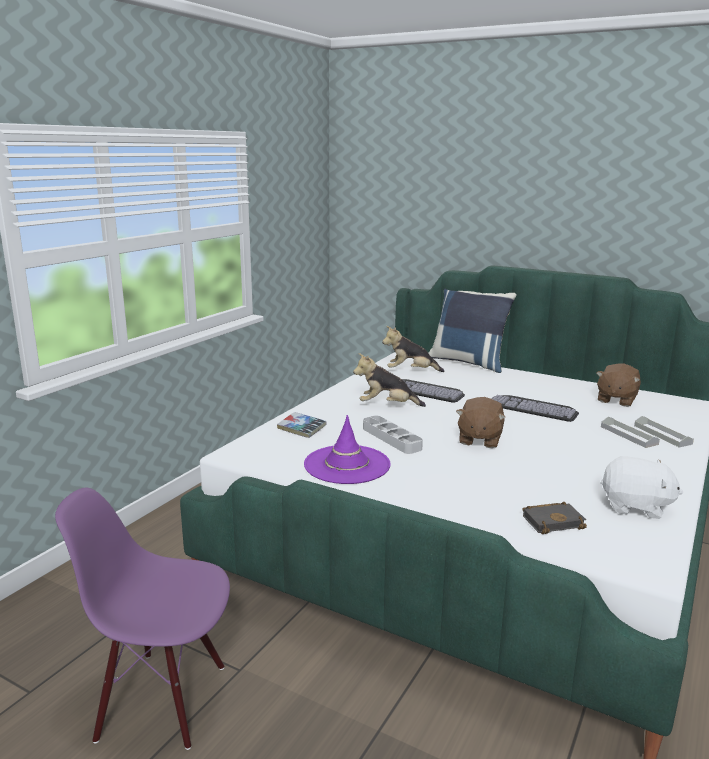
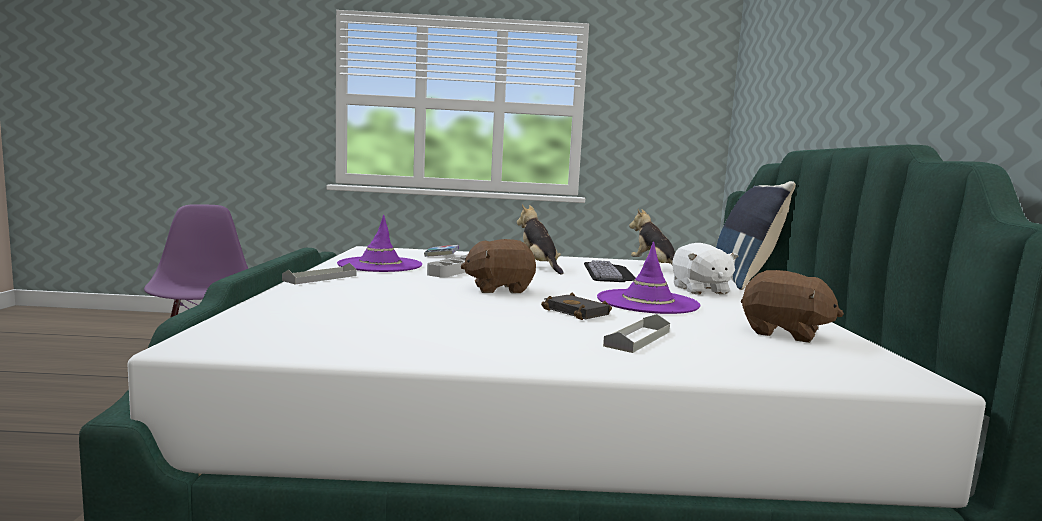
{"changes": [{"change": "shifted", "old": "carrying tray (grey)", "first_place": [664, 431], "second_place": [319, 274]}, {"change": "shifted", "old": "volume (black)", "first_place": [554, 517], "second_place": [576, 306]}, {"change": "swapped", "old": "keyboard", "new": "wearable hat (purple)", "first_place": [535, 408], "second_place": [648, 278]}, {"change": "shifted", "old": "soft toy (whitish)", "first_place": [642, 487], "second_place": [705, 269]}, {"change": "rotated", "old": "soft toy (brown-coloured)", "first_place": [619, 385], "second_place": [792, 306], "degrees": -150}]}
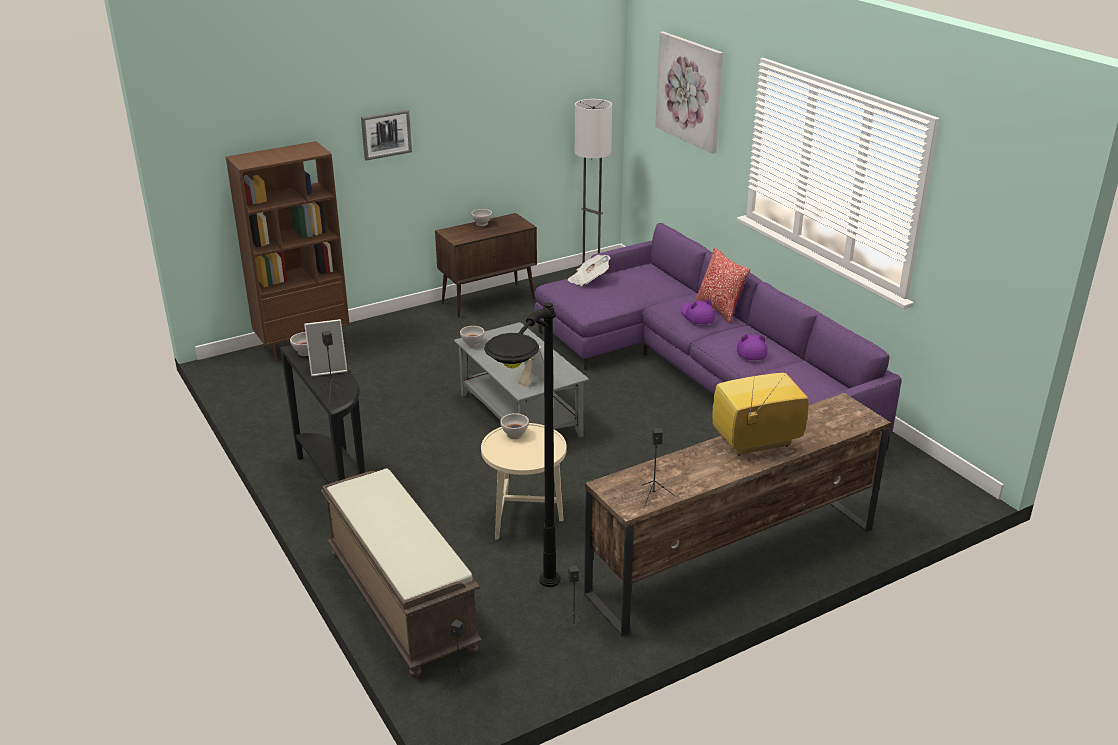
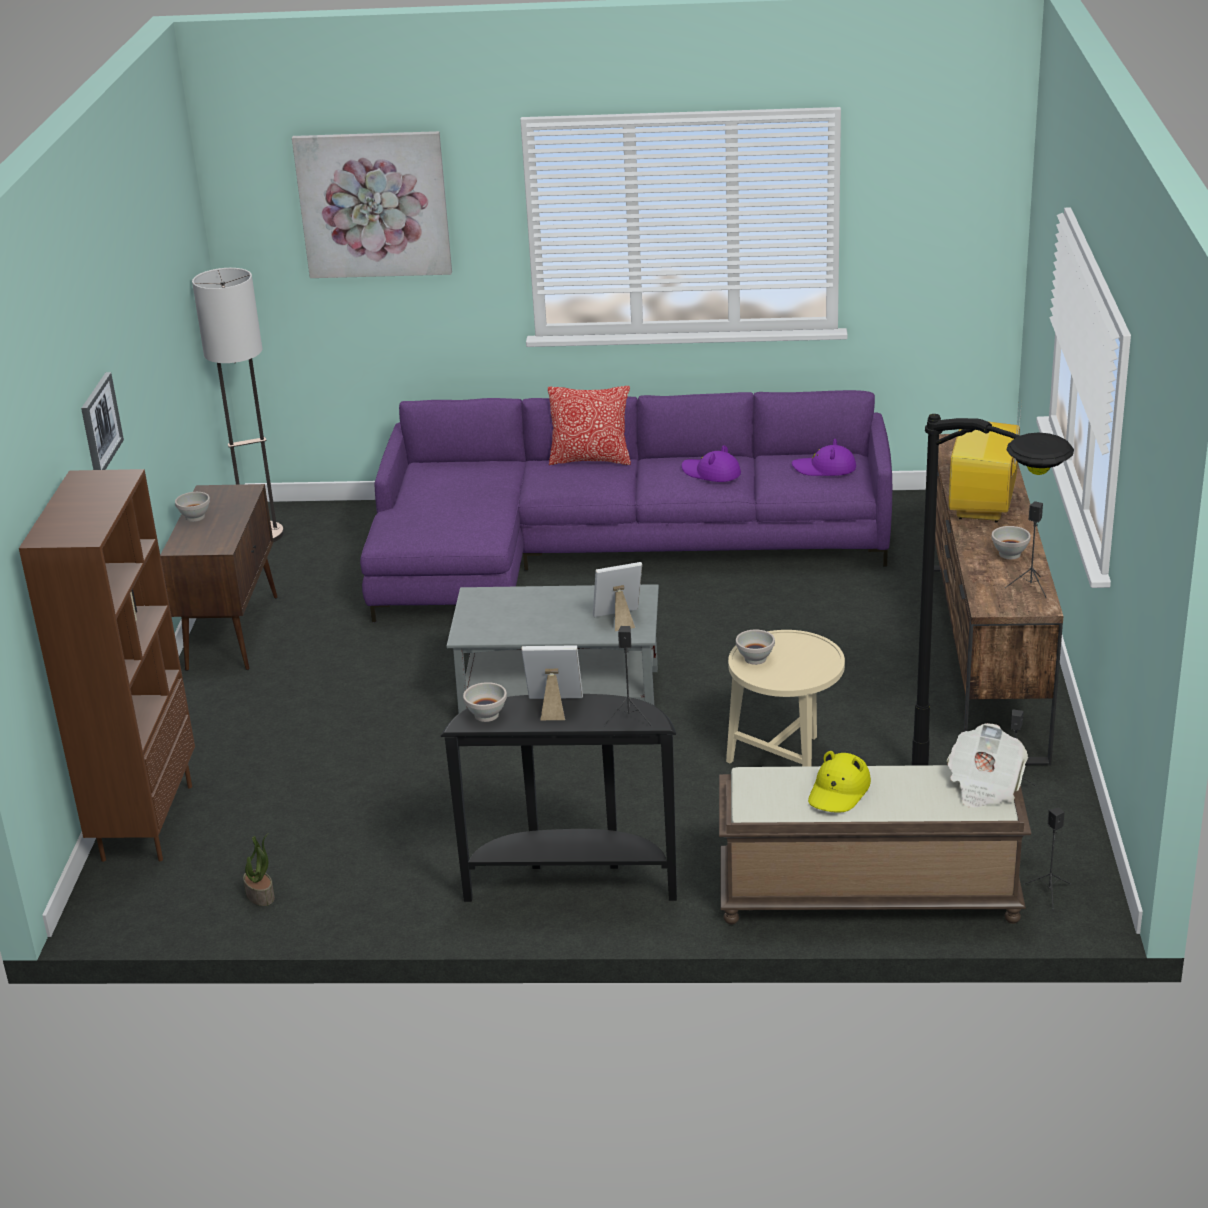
{"changes": [{"change": "new", "new": "plant in a pot", "second_place": [259, 869]}, {"change": "rotated", "old": "standing frame", "first_place": [325, 347], "second_place": [552, 682], "degrees": -105}, {"change": "shifted", "old": "wearable hat (purple)", "first_place": [698, 311], "second_place": [824, 457]}, {"change": "new", "new": "wearable hat (yellowish)", "second_place": [839, 782]}, {"change": "shifted", "old": "printed paper", "first_place": [589, 270], "second_place": [987, 765]}, {"change": "shifted", "old": "bowl (whitish)", "first_place": [472, 336], "second_place": [1011, 542]}]}
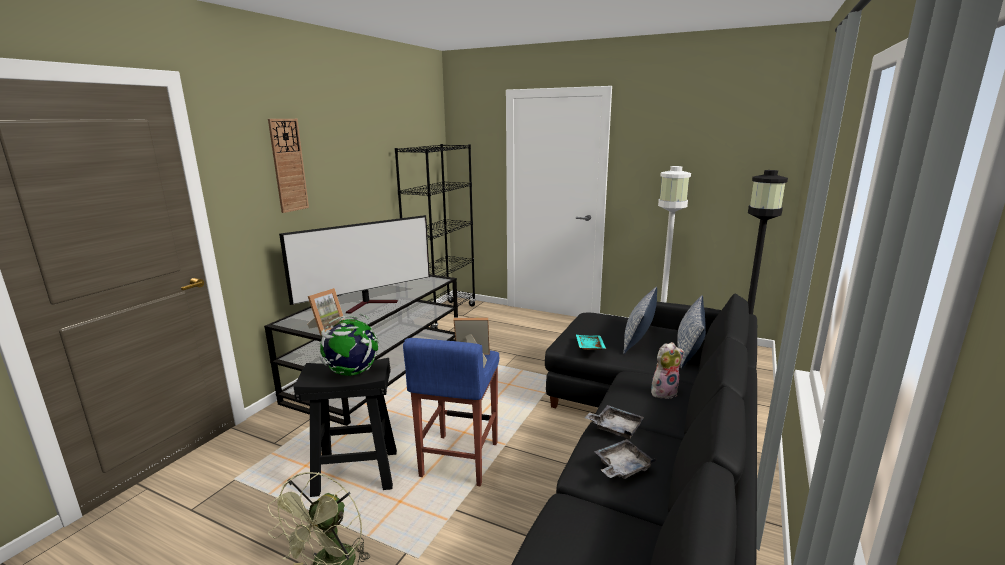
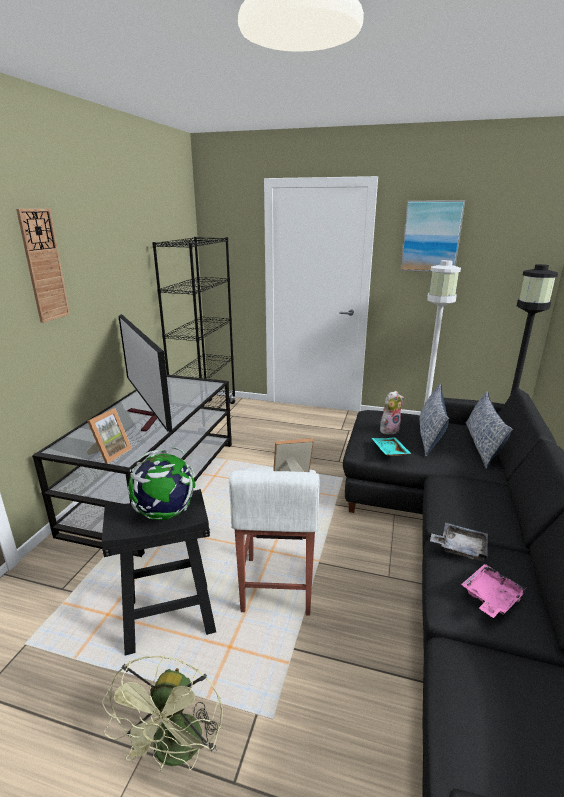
{"changes": [{"change": "rotated", "old": "TV set", "first_place": [354, 264], "second_place": [145, 373], "degrees": 105}, {"change": "repainted", "old": "sitting stool (blue-coloured)", "new": "sitting stool (whitish)", "first_place": [451, 412], "second_place": [274, 541]}, {"change": "shifted", "old": "soft toy", "first_place": [667, 370], "second_place": [392, 413]}, {"change": "new", "new": "picture", "second_place": [432, 236]}, {"change": "repainted", "old": "carrying tray (grey)", "new": "carrying tray (pink-coloured)", "first_place": [625, 459], "second_place": [494, 591]}]}
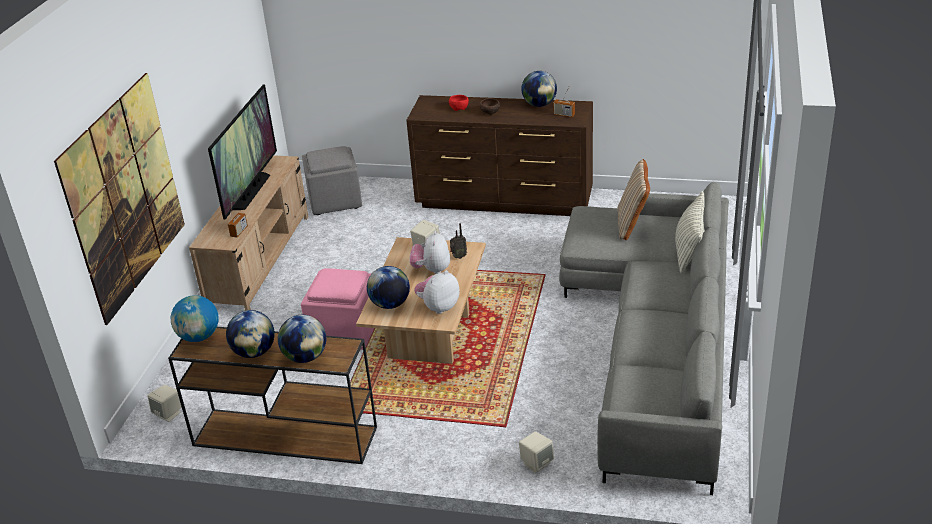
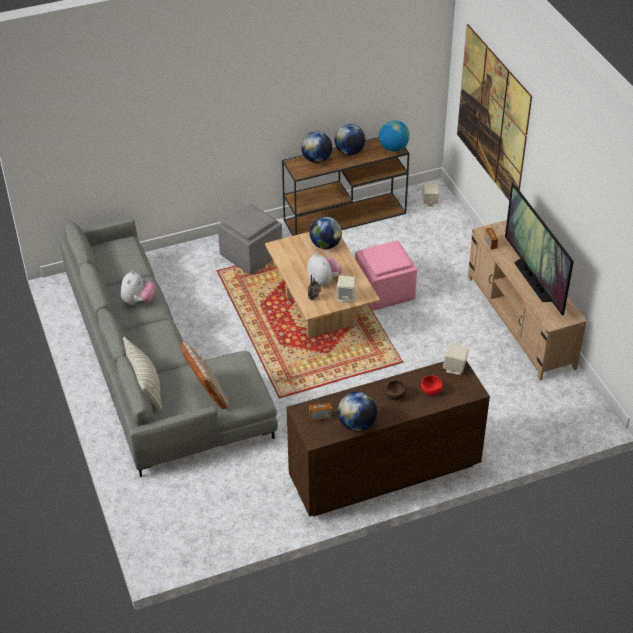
{"changes": [{"change": "shifted", "old": "soft toy", "first_place": [437, 292], "second_place": [138, 287]}, {"change": "shifted", "old": "pouffe (grey)", "first_place": [332, 180], "second_place": [250, 239]}, {"change": "shifted", "old": "audio speaker (beige-coloured)", "first_place": [536, 452], "second_place": [456, 359]}]}
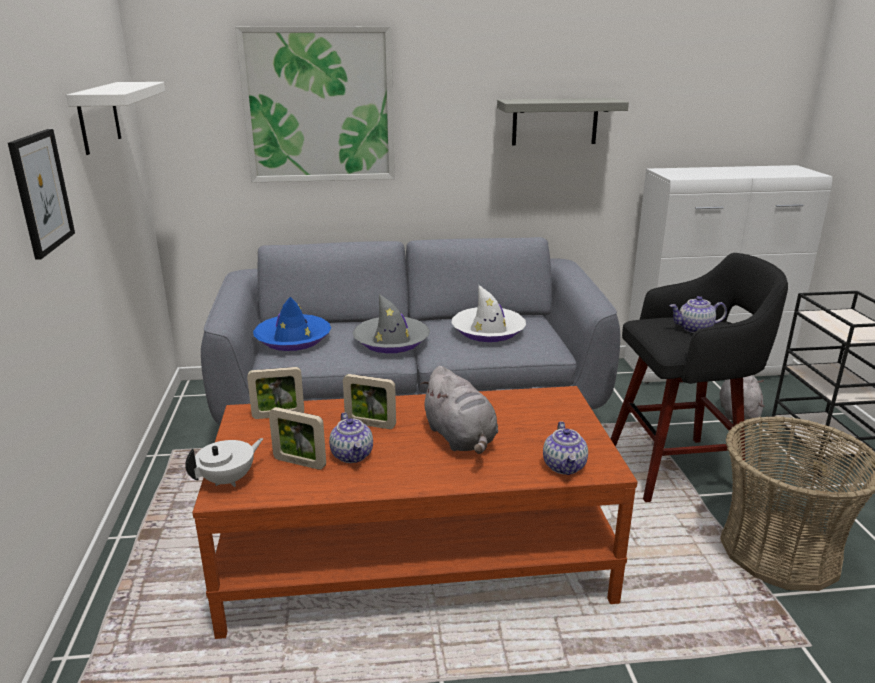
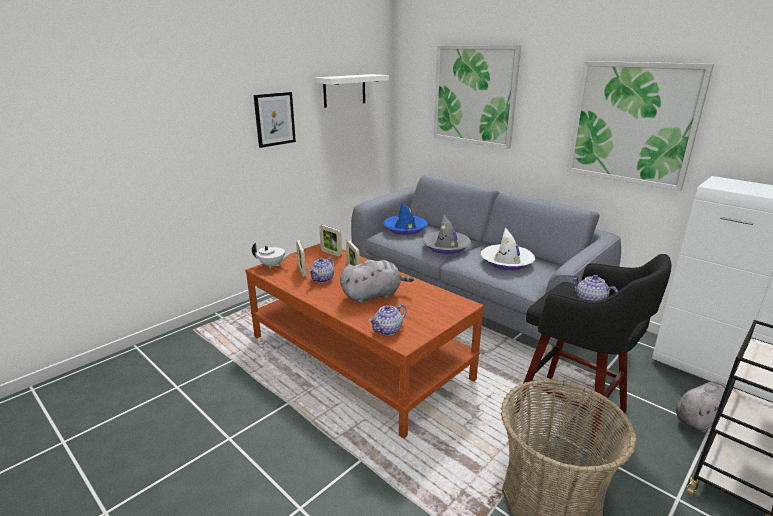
{"changes": [{"change": "rotated", "old": "soft toy (grey)", "first_place": [459, 410], "second_place": [377, 282], "degrees": -135}, {"change": "swapped", "old": "wall shelf (grey)", "new": "picture", "first_place": [563, 122], "second_place": [640, 126]}]}
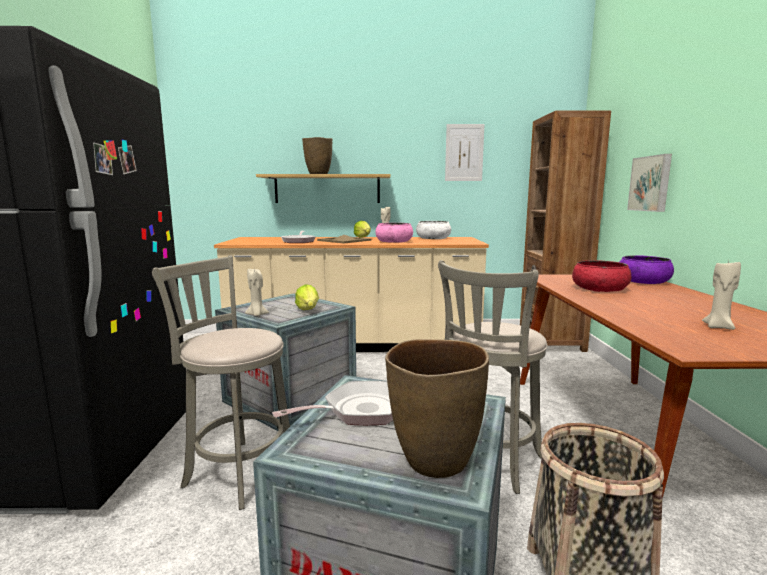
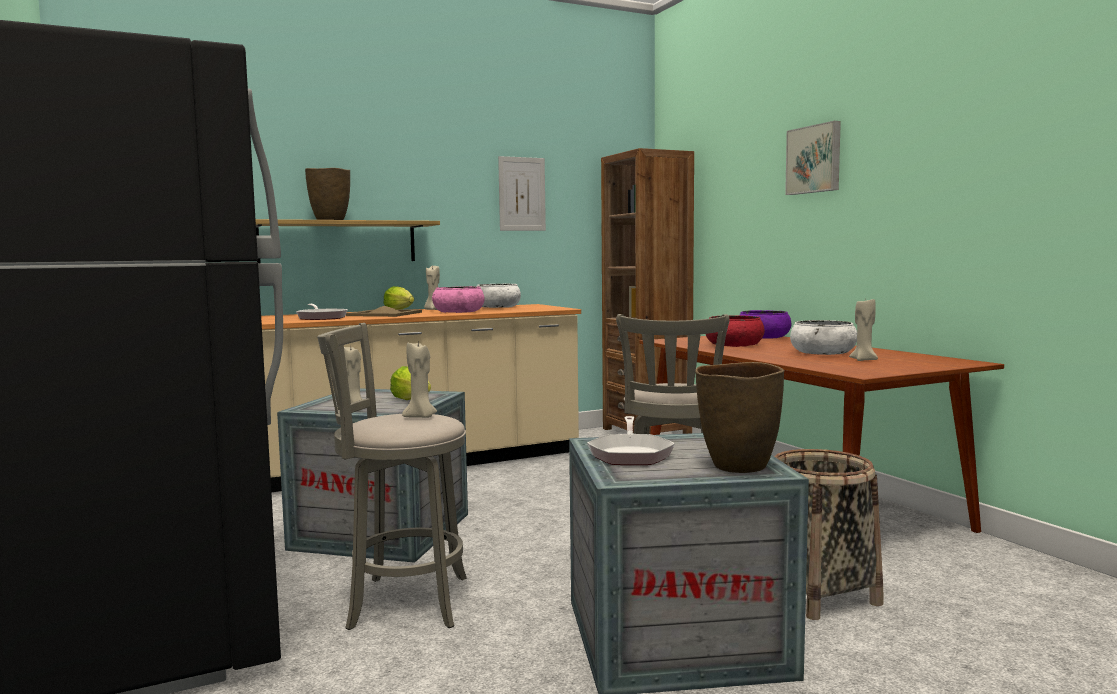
{"changes": [{"change": "new", "new": "wax candle (beige-coloured)", "second_place": [419, 380]}, {"change": "rotated", "old": "skillet", "first_place": [332, 403], "second_place": [631, 440], "degrees": 150}, {"change": "shifted", "old": "picture", "first_place": [649, 183], "second_place": [813, 158]}, {"change": "new", "new": "bowl (whitish)", "second_place": [823, 337]}]}
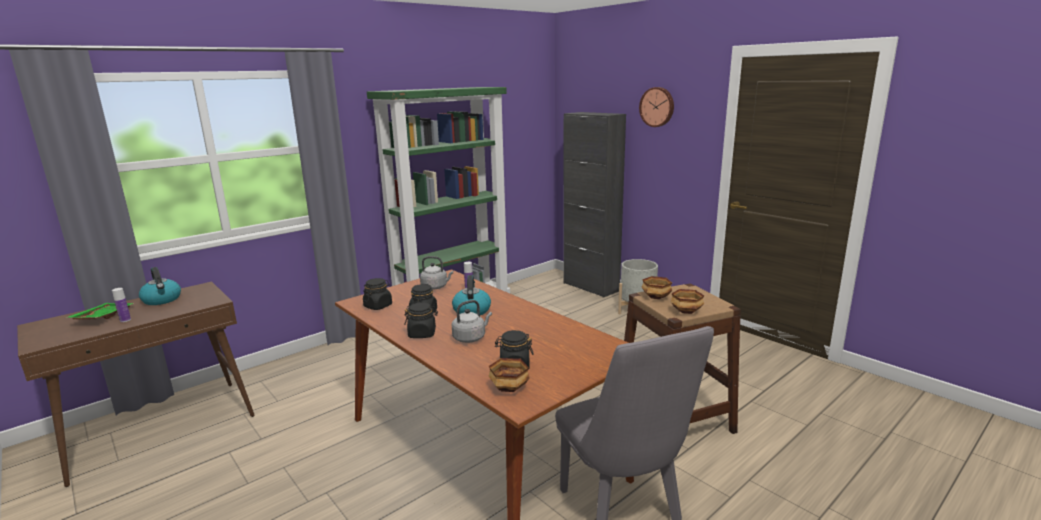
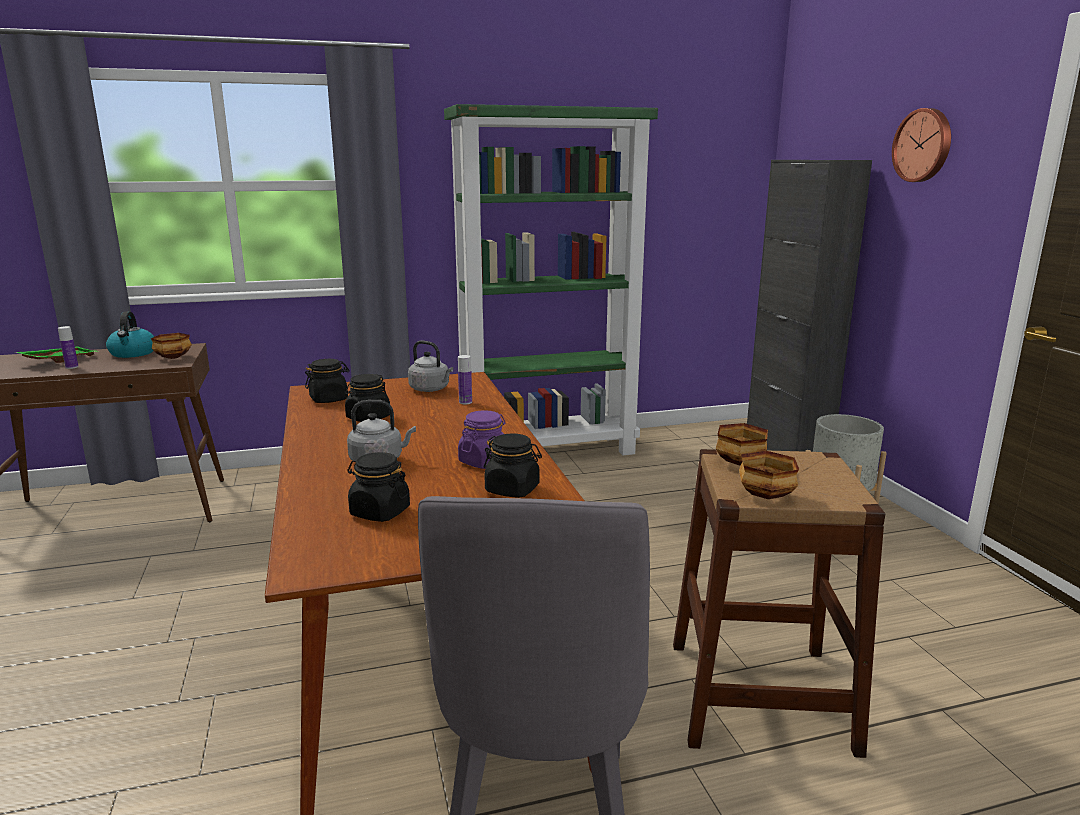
{"changes": [{"change": "shifted", "old": "bowl", "first_place": [509, 375], "second_place": [171, 346]}, {"change": "new", "new": "preserve jar (purple)", "second_place": [481, 439]}, {"change": "shifted", "old": "preserve jar (black)", "first_place": [421, 320], "second_place": [513, 465]}, {"change": "gone", "old": "tea kettle", "first_place": [471, 295]}]}
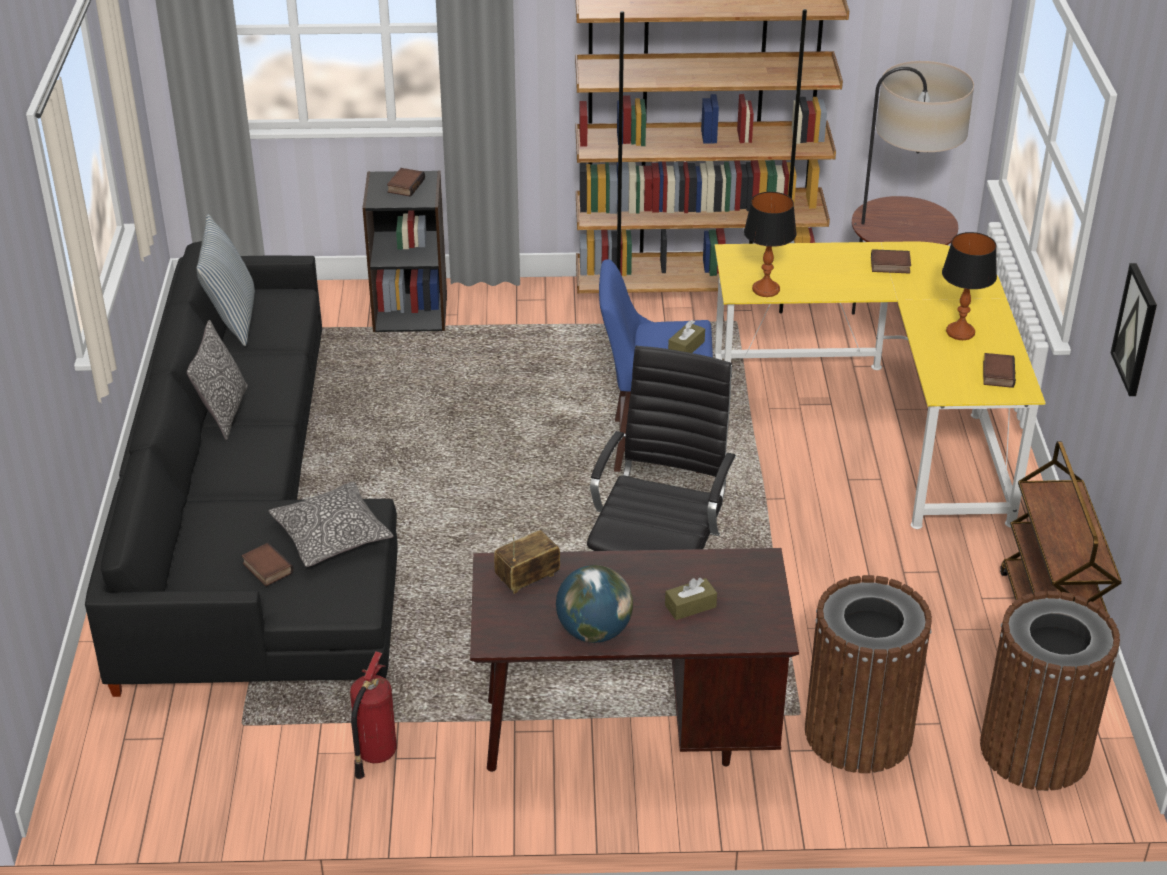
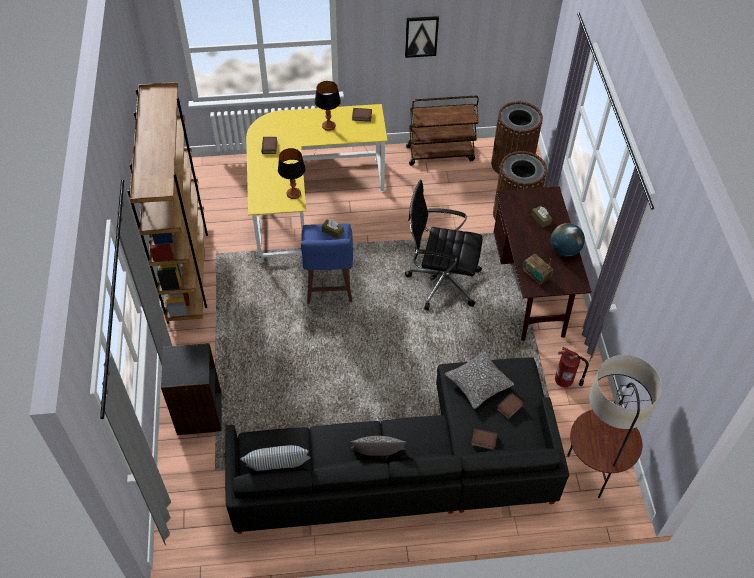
{"changes": [{"change": "shifted", "old": "volume", "first_place": [406, 182], "second_place": [484, 439]}, {"change": "shifted", "old": "standard lamp", "first_place": [913, 188], "second_place": [614, 426]}]}
